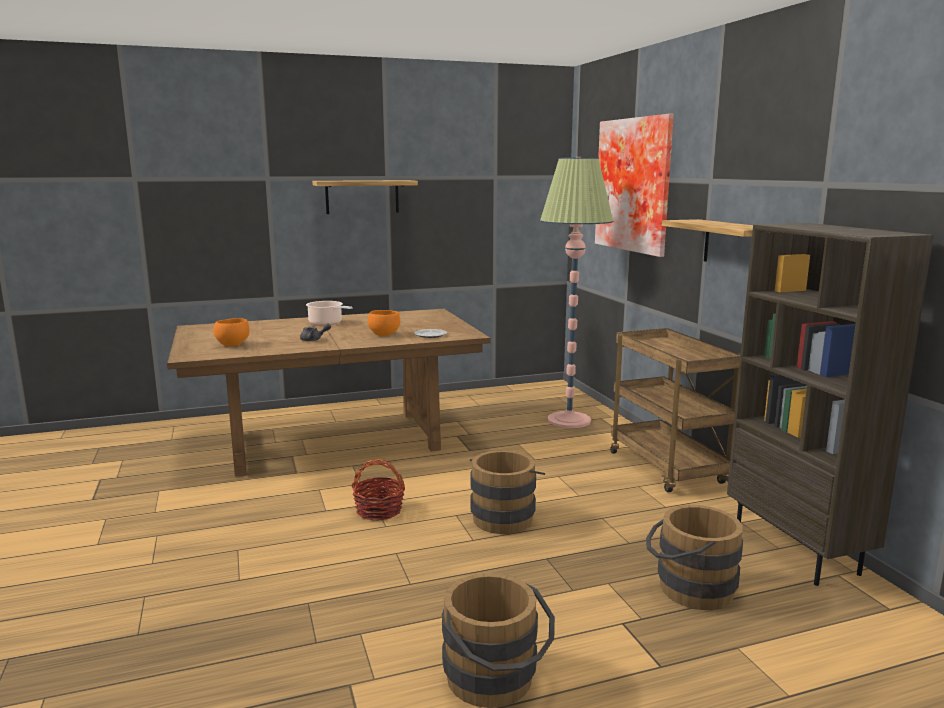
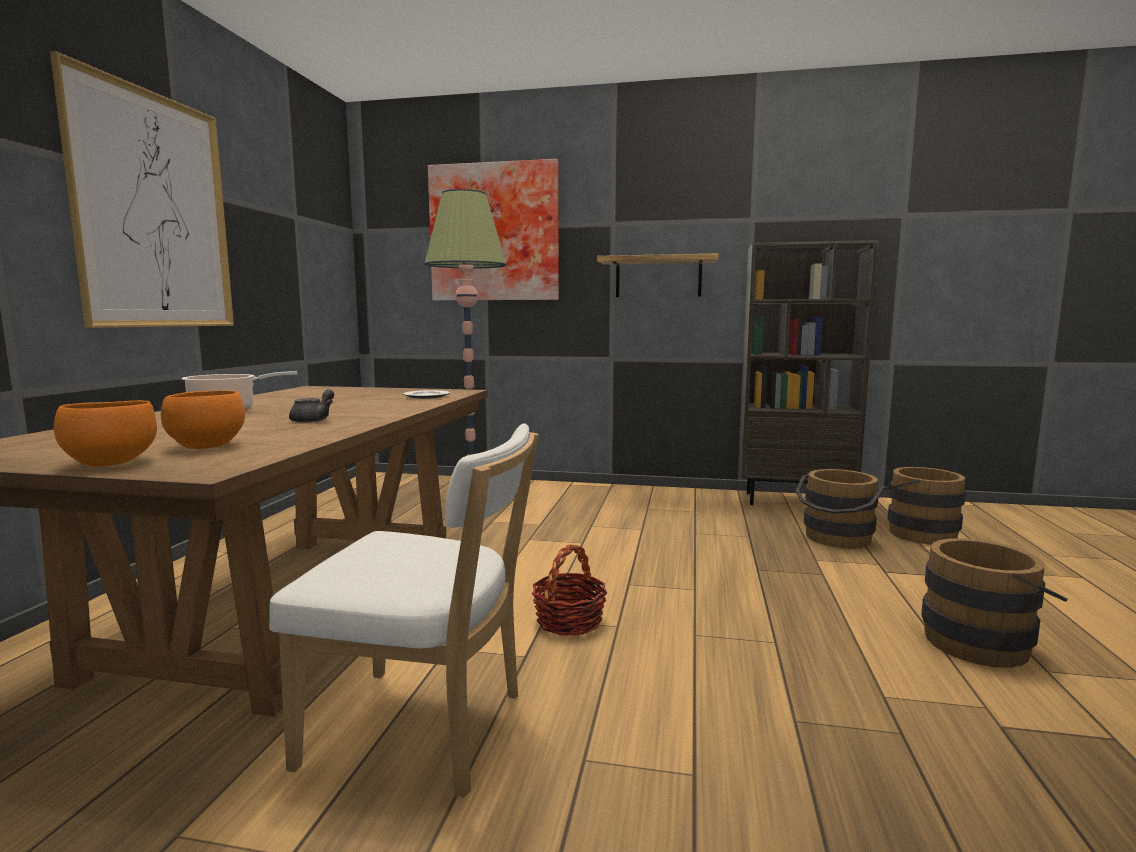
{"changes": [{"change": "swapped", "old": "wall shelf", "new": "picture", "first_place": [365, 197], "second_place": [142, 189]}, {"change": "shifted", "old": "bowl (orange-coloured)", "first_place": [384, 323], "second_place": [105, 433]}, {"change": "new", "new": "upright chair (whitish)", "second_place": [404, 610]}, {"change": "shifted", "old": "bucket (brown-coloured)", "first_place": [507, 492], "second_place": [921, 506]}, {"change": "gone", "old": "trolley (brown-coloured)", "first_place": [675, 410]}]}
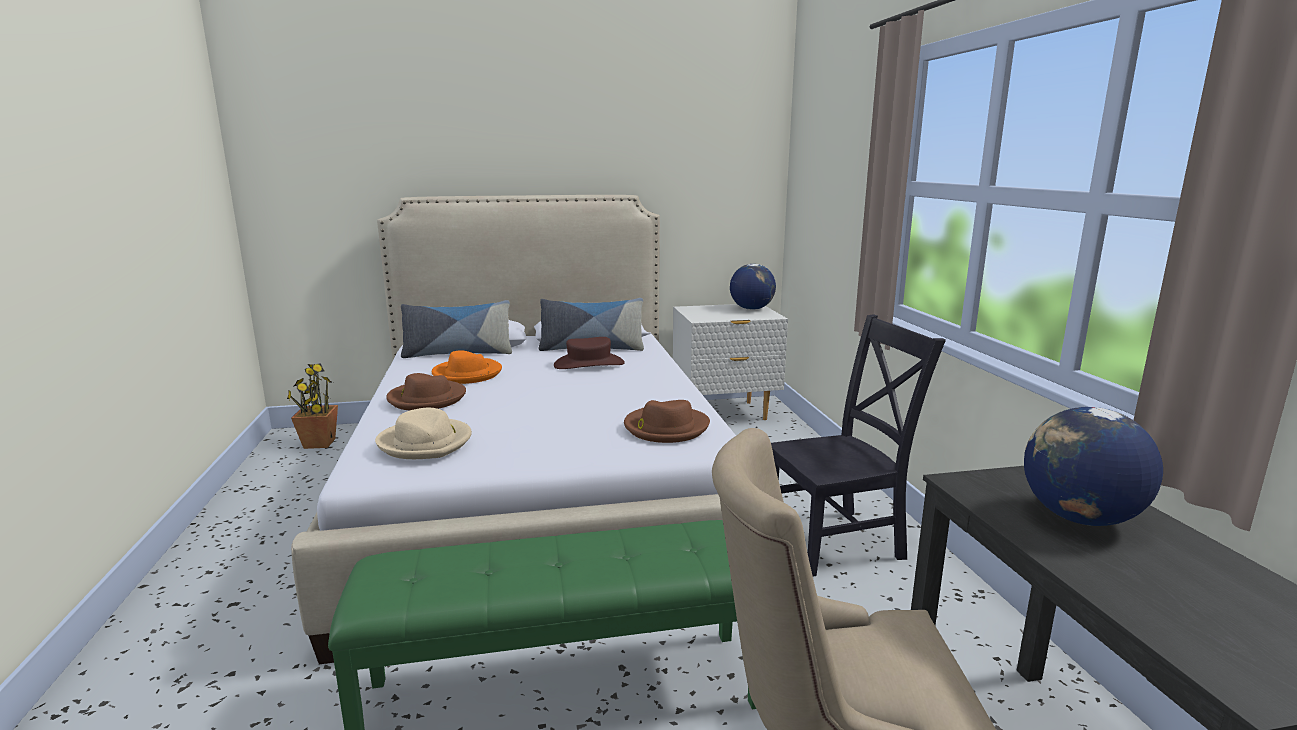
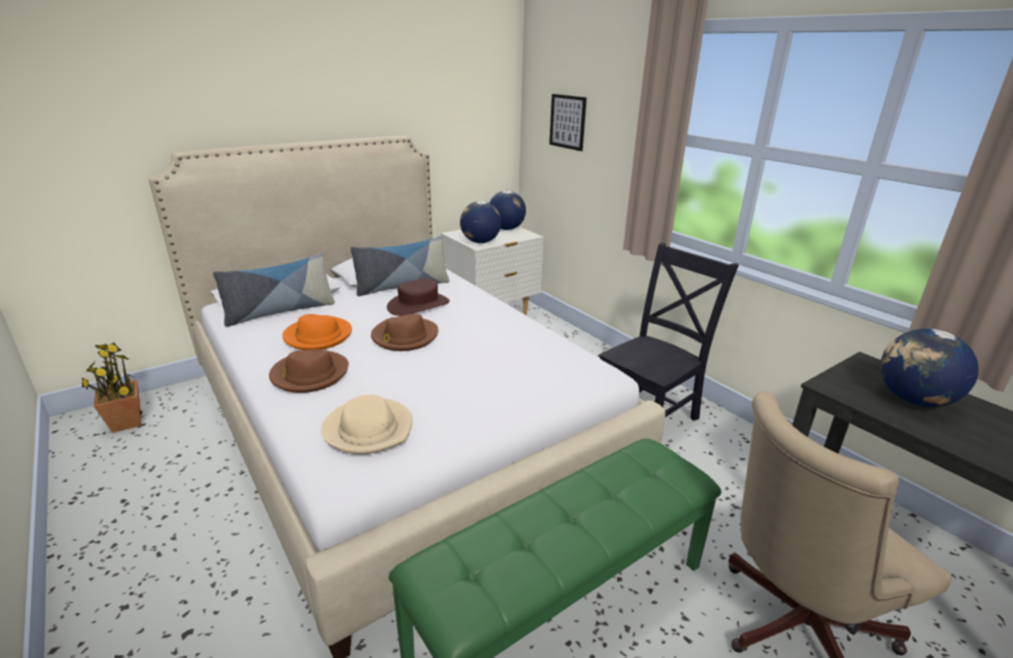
{"changes": [{"change": "shifted", "old": "wearable hat (brown-coloured)", "first_place": [667, 421], "second_place": [404, 332]}, {"change": "new", "new": "world globe", "second_place": [480, 222]}, {"change": "new", "new": "picture", "second_place": [568, 122]}]}
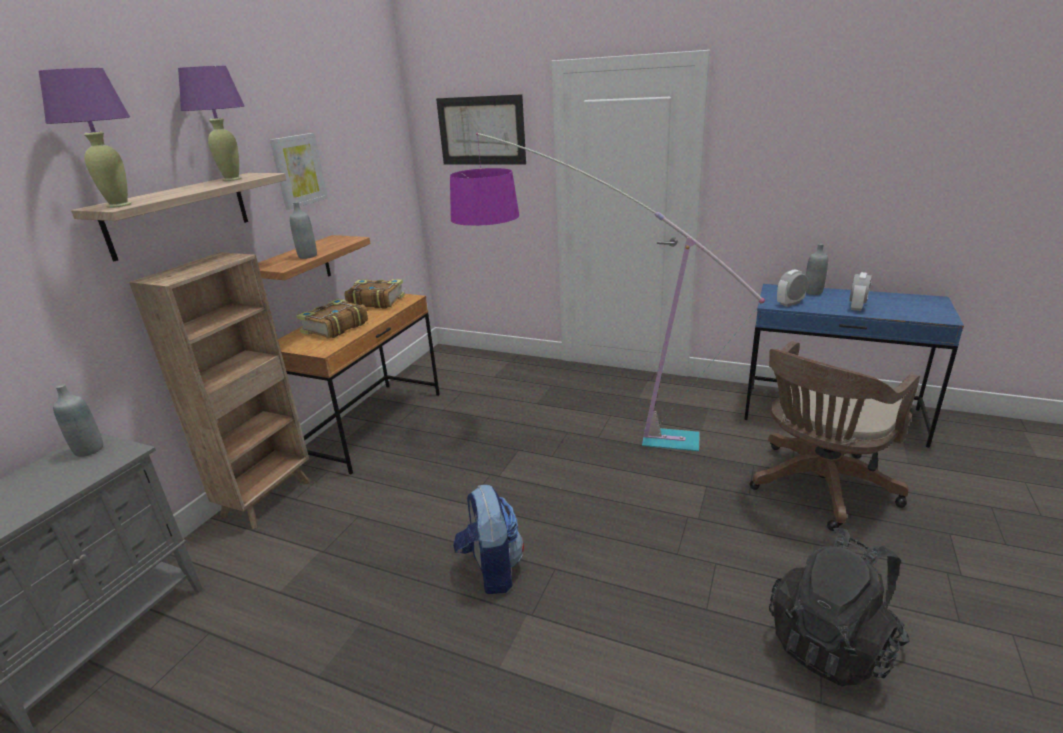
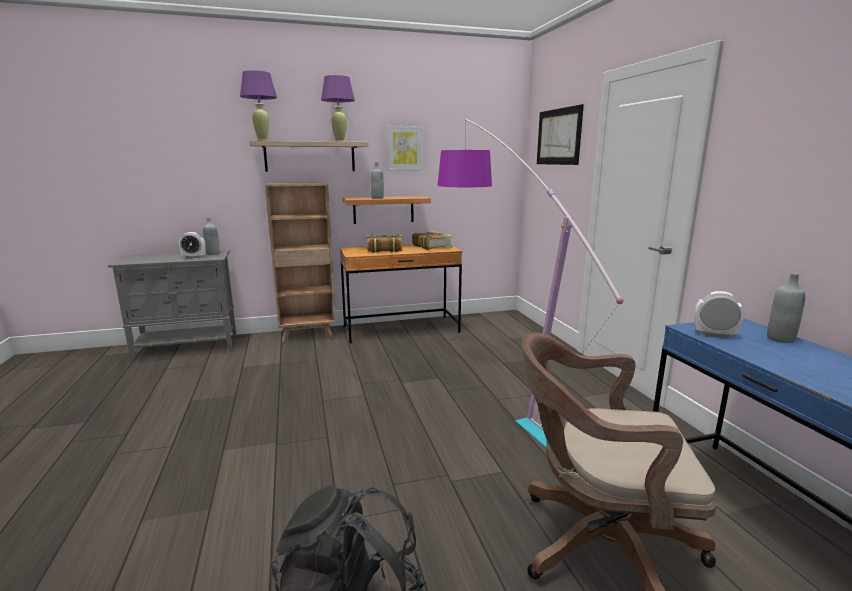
{"changes": [{"change": "shifted", "old": "alarm clock", "first_place": [860, 291], "second_place": [192, 245]}, {"change": "gone", "old": "backpack", "first_place": [488, 539]}]}
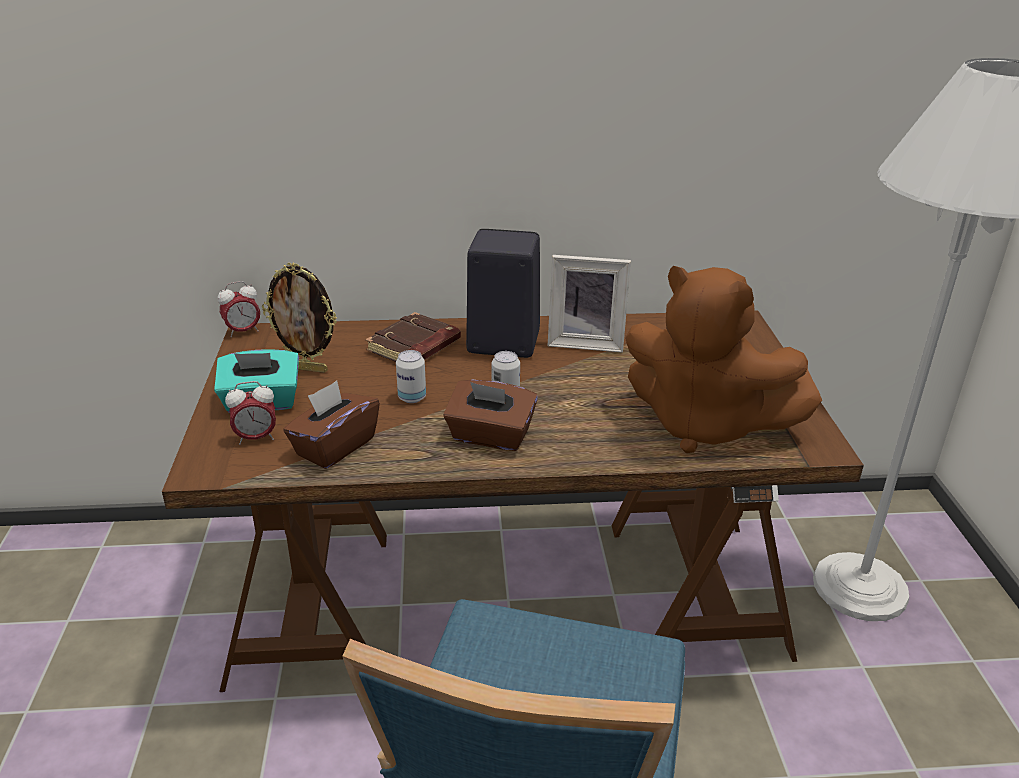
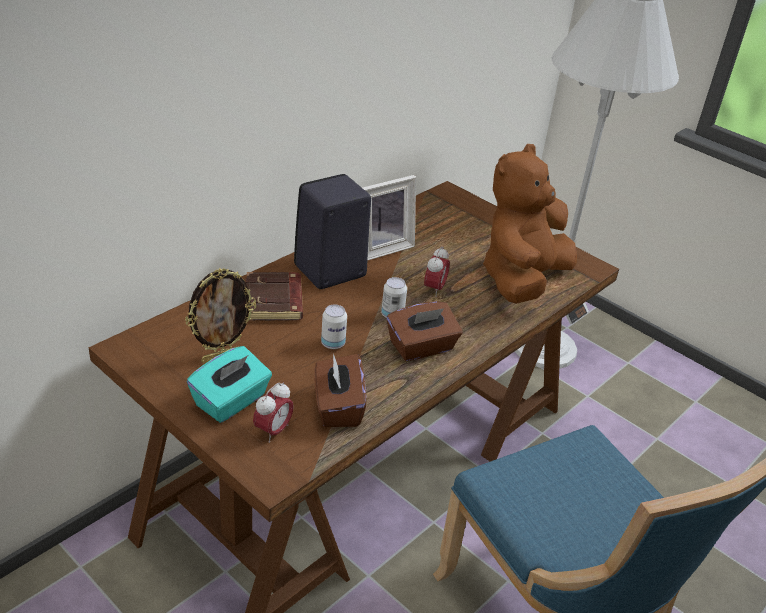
{"changes": [{"change": "shifted", "old": "alarm clock", "first_place": [239, 309], "second_place": [437, 271]}, {"change": "rotated", "old": "soft toy (brown-coloured)", "first_place": [723, 359], "second_place": [530, 224], "degrees": 135}]}
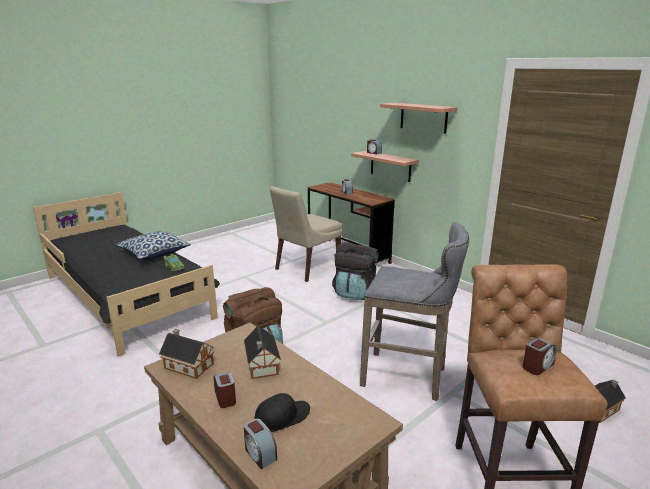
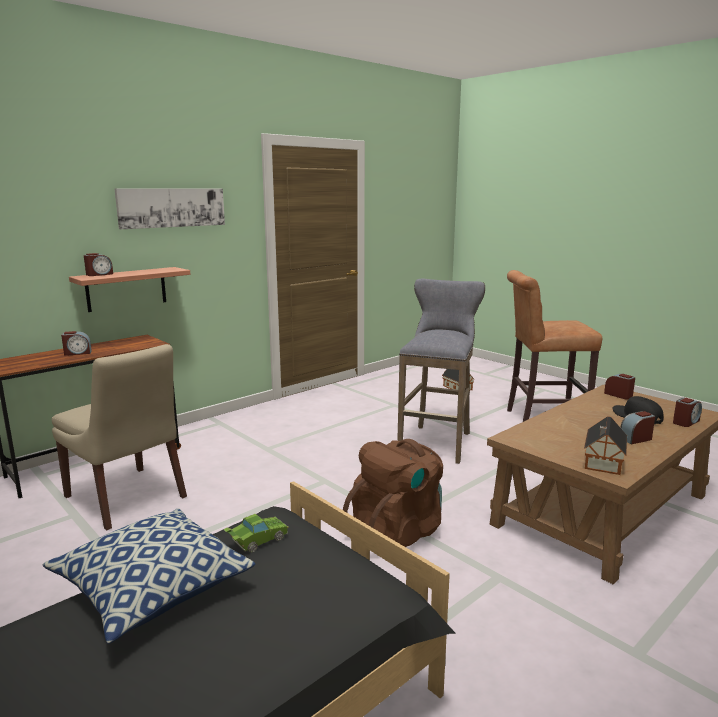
{"changes": [{"change": "swapped", "old": "wall shelf", "new": "picture", "first_place": [418, 118], "second_place": [169, 208]}, {"change": "shifted", "old": "alarm clock", "first_place": [540, 356], "second_place": [619, 387]}, {"change": "gone", "old": "model house", "first_place": [262, 352]}, {"change": "gone", "old": "backpack (black)", "first_place": [355, 271]}]}
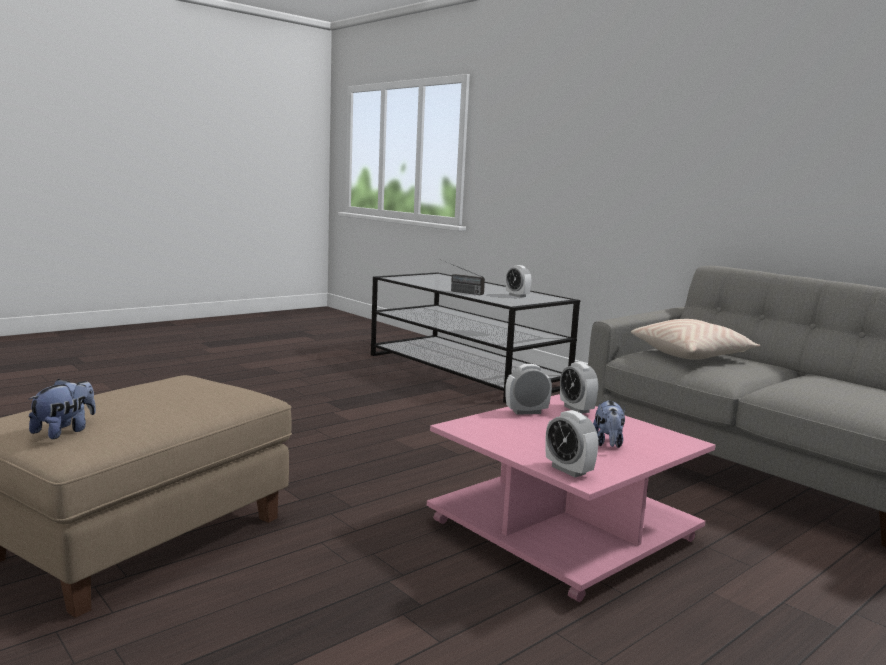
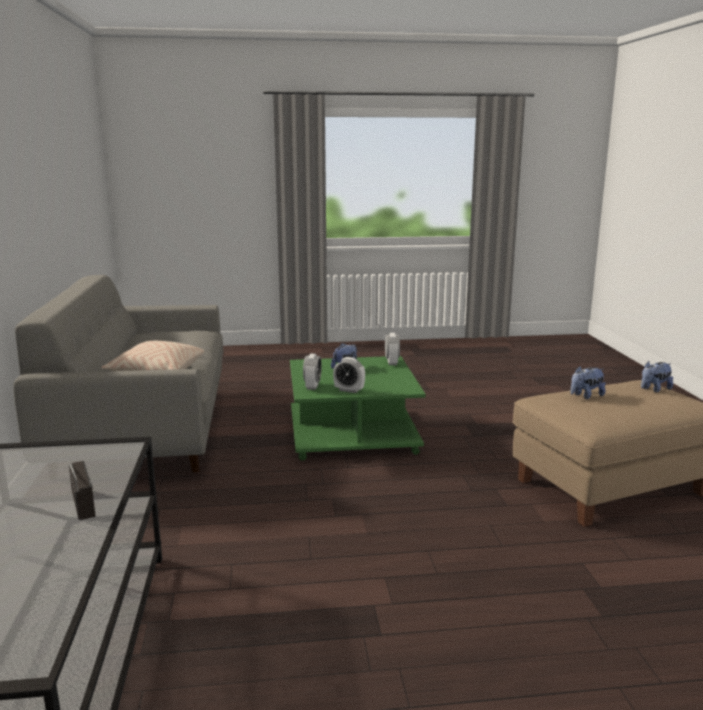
{"changes": [{"change": "repainted", "old": "low table (pink-coloured)", "new": "low table (green-coloured)", "first_place": [571, 498], "second_place": [358, 408]}, {"change": "new", "new": "soft toy", "second_place": [588, 382]}, {"change": "gone", "old": "alarm clock", "first_place": [518, 281]}]}
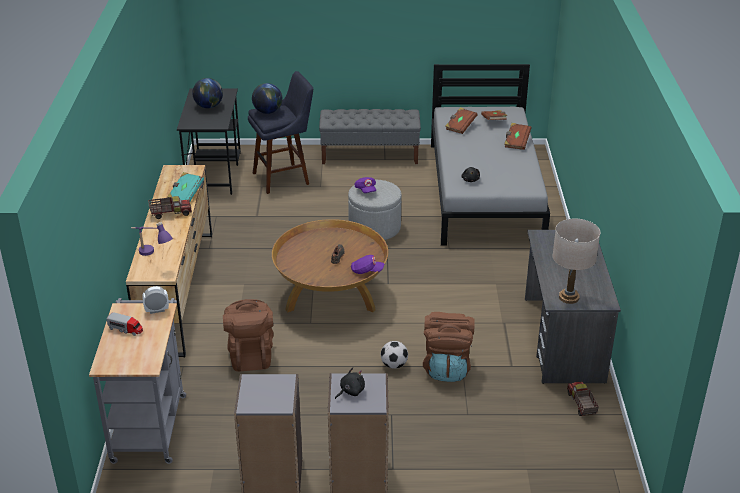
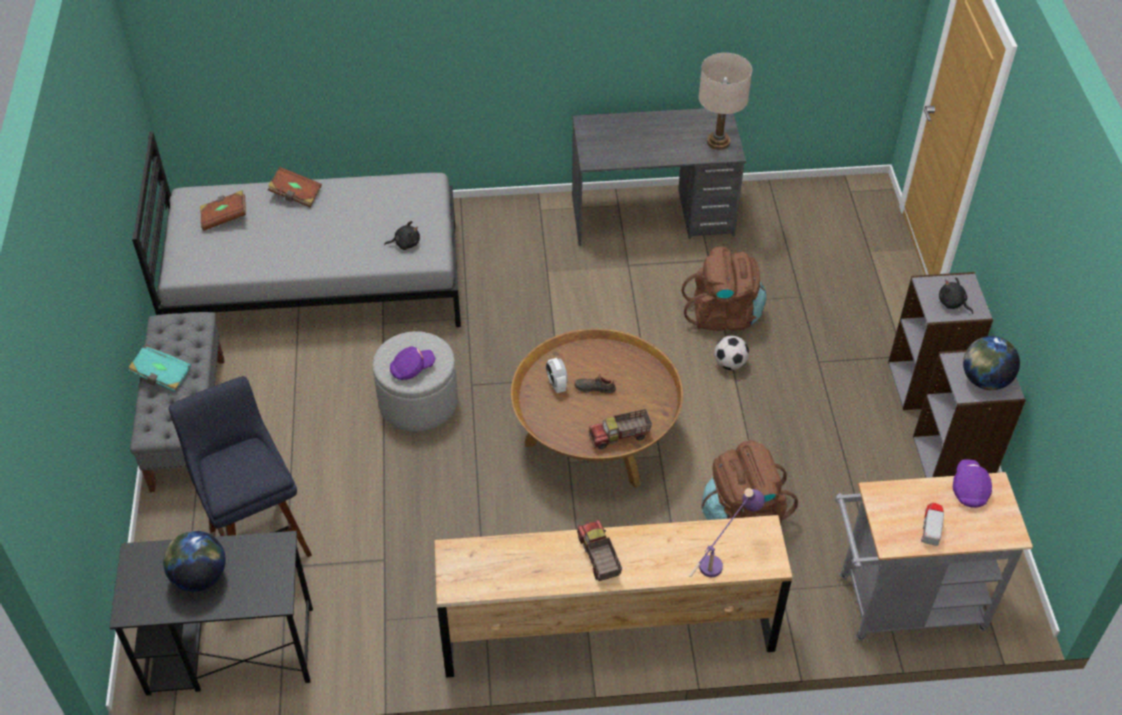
{"changes": [{"change": "shifted", "old": "volume (blue-green)", "first_place": [185, 186], "second_place": [159, 368]}, {"change": "shifted", "old": "alarm clock", "first_place": [155, 300], "second_place": [557, 375]}, {"change": "shifted", "old": "toy lorry", "first_place": [583, 398], "second_place": [620, 429]}, {"change": "shifted", "old": "baseball cap (purple)", "first_place": [367, 264], "second_place": [972, 484]}, {"change": "shifted", "old": "world globe", "first_place": [267, 98], "second_place": [991, 363]}, {"change": "gone", "old": "volume (brown-coloured)", "first_place": [461, 120]}]}
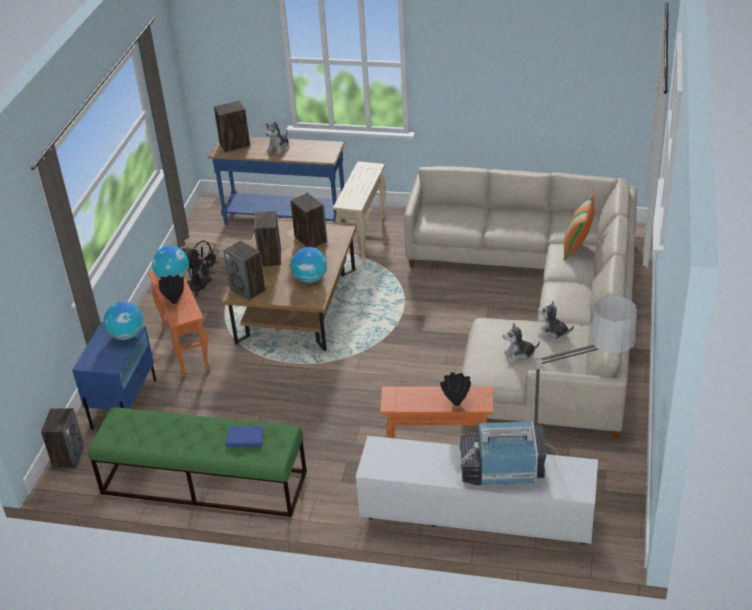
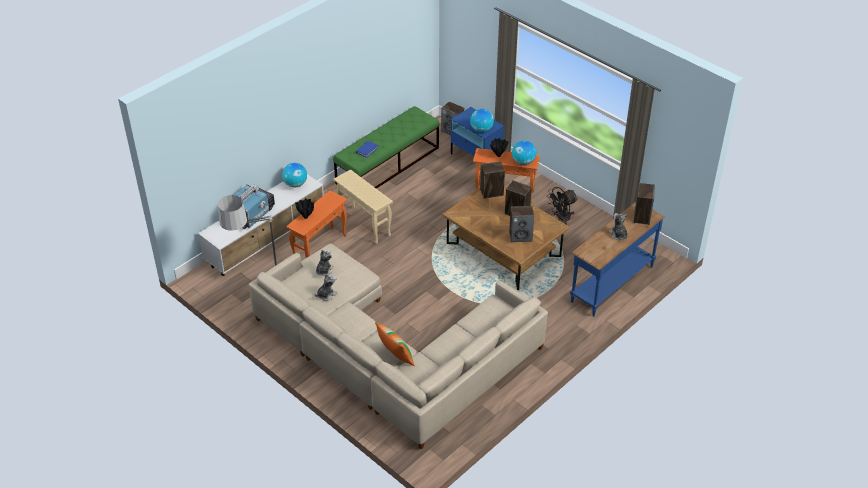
{"changes": [{"change": "shifted", "old": "world globe", "first_place": [309, 265], "second_place": [294, 175]}, {"change": "shifted", "old": "end table (beige-coloured)", "first_place": [359, 210], "second_place": [363, 206]}]}
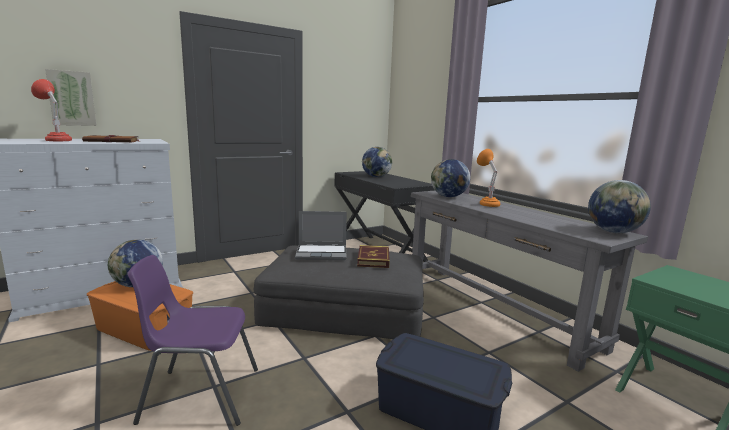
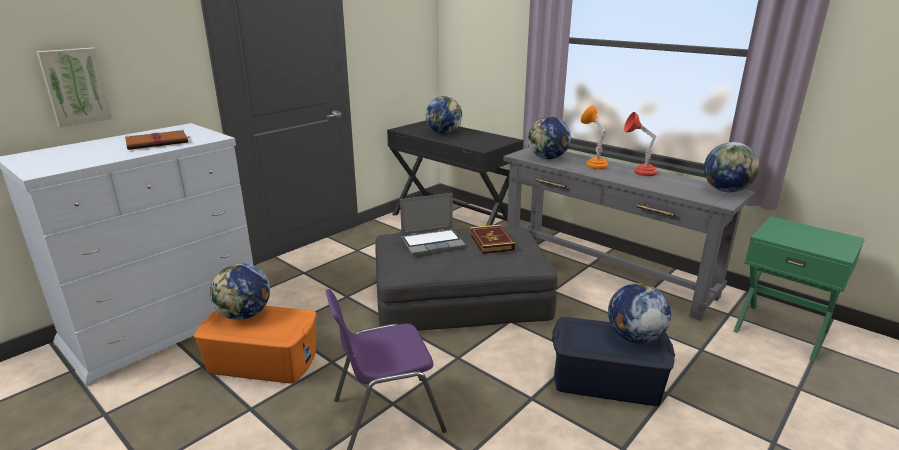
{"changes": [{"change": "new", "new": "world globe", "second_place": [639, 313]}, {"change": "shifted", "old": "lamp for a table (red-coloured)", "first_place": [51, 110], "second_place": [640, 144]}]}
